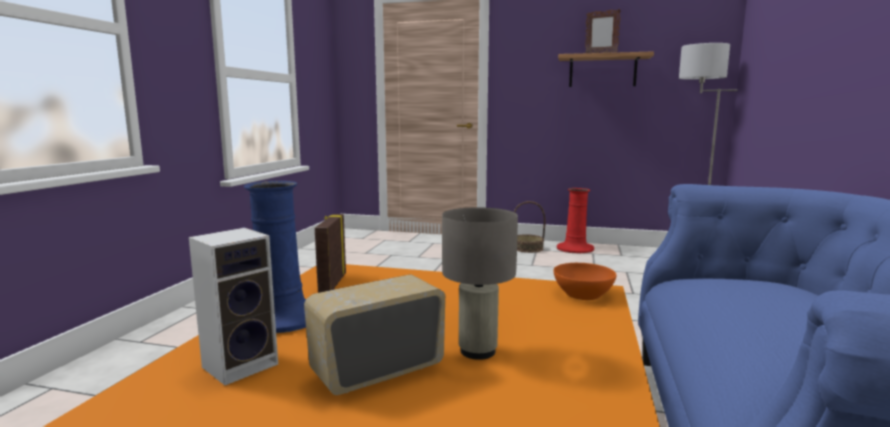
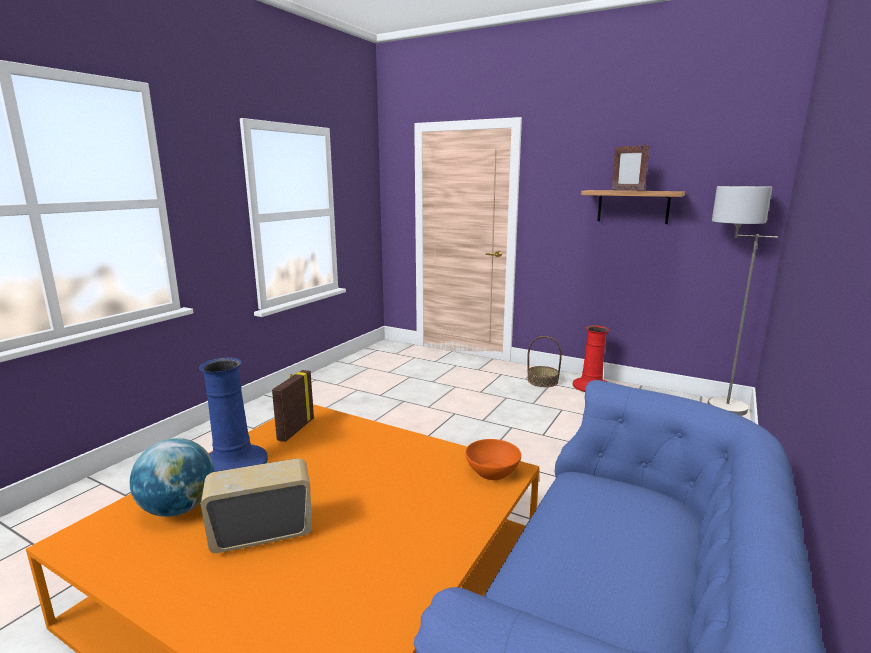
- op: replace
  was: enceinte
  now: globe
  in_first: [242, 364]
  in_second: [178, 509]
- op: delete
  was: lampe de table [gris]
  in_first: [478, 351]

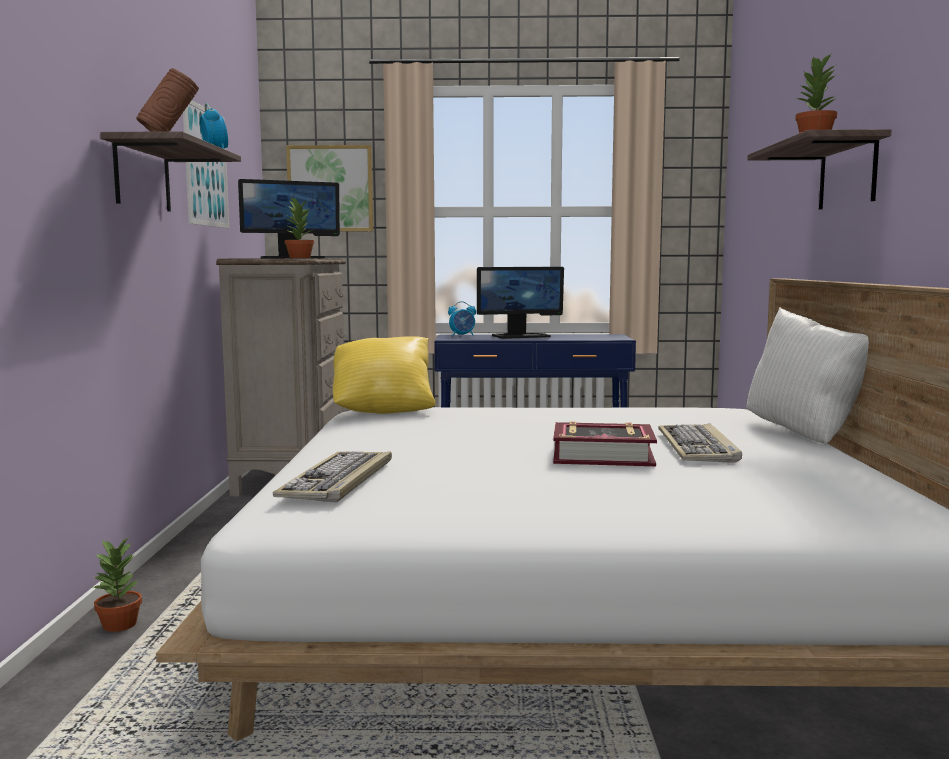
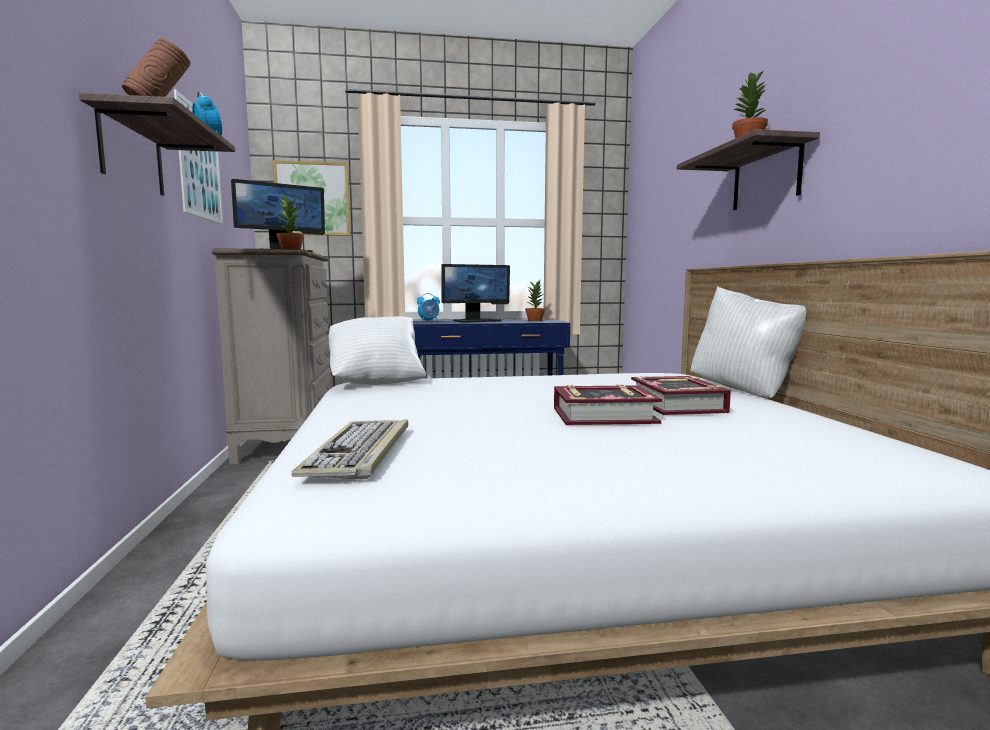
- op: move
  was: plante en pot
  in_first: [120, 625]
  in_second: [535, 320]
- op: recolor
  was: coussin [jaune]
  now: coussin [blanc]
  in_first: [383, 409]
  in_second: [376, 381]
- op: replace
  was: clavier
  now: livre
  in_first: [698, 447]
  in_second: [677, 405]

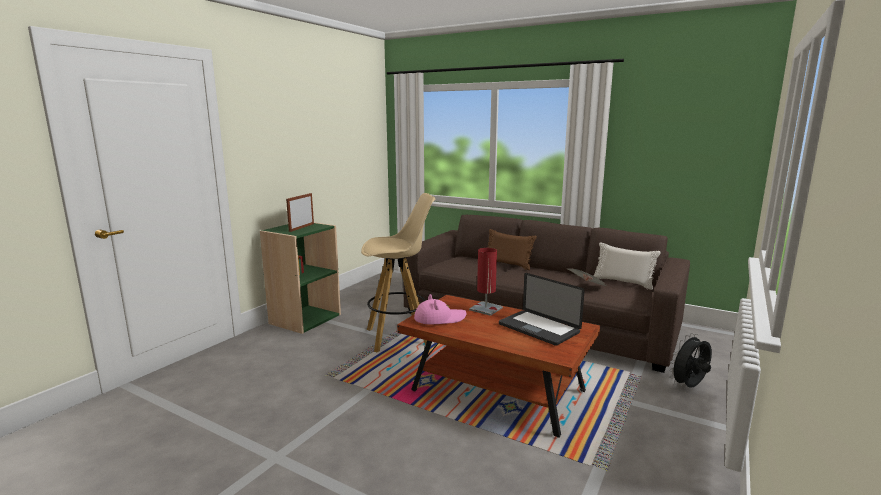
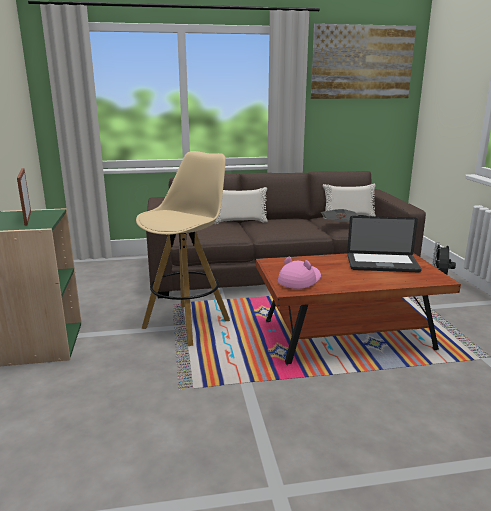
- op: delete
  was: lampe de table [rouge]
  in_first: [486, 309]
- op: recolor
  was: coussin [marron]
  now: coussin [blanc]
  in_first: [508, 265]
  in_second: [240, 222]
- op: insert
  now: tableau
  in_second: [362, 62]

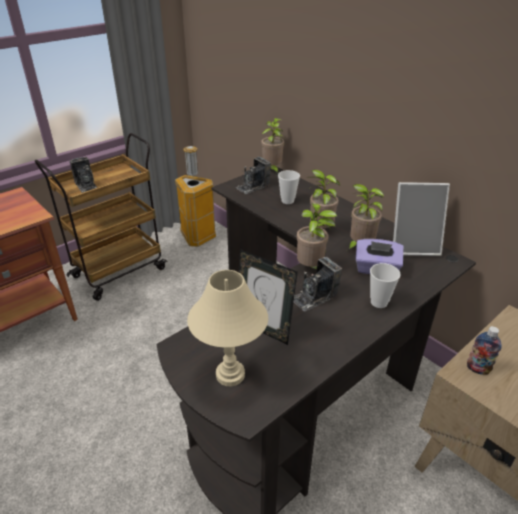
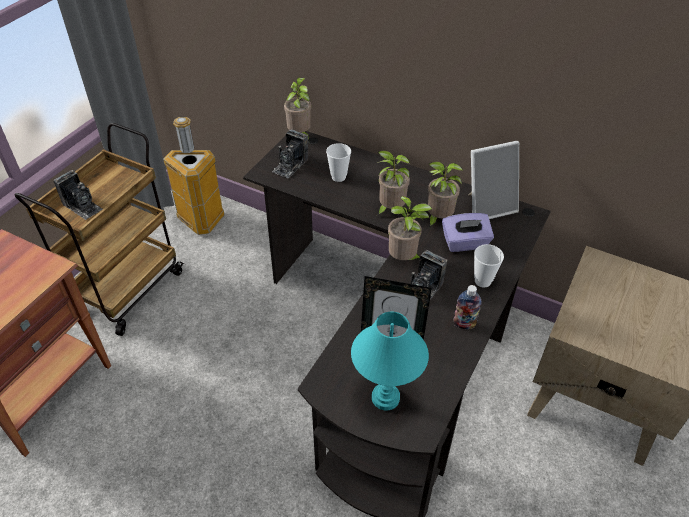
- op: recolor
  was: lampe de table [beige]
  now: lampe de table [turquoise]
  in_first: [230, 375]
  in_second: [385, 398]
- op: move
  was: bouteille
  in_first: [477, 369]
  in_second: [464, 324]

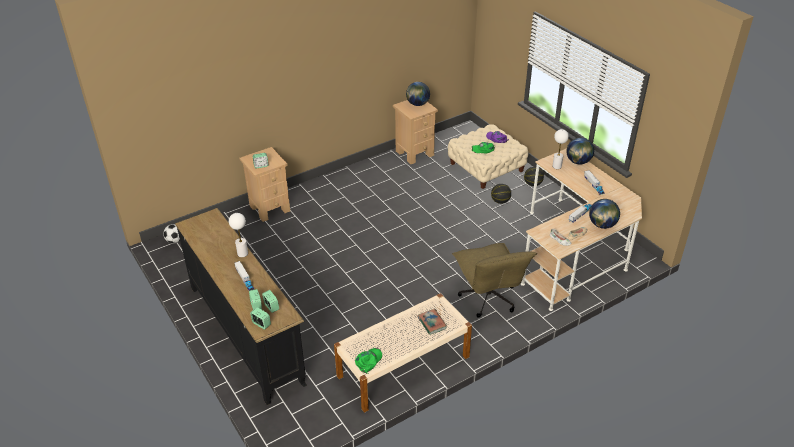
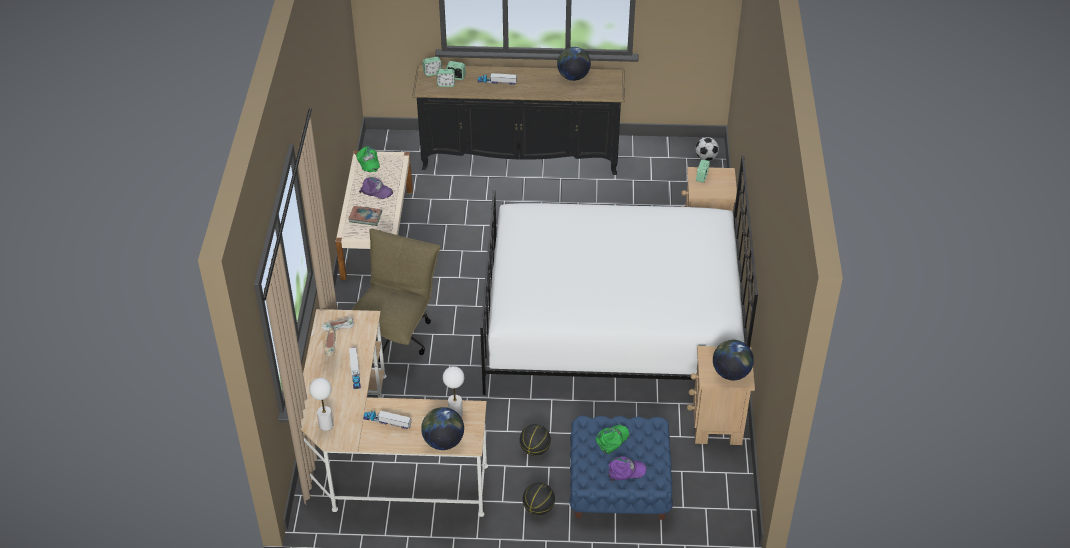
- op: move
  was: lampe de table [blanc]
  in_first: [242, 253]
  in_second: [326, 425]
- op: recolor
  was: pouf [beige]
  now: pouf [bleu]
  in_first: [486, 167]
  in_second: [619, 483]
- op: rotate
  was: chaise de bureau [beige]
  in_first: [487, 297]
  in_second: [395, 337]
  clockwise: 90
- op: move
  was: globe
  in_first: [602, 225]
  in_second: [573, 77]
- op: insert
  now: casquette [violet]
  in_second: [376, 191]
- op: insert
  now: lit [blanc]
  in_second: [613, 326]

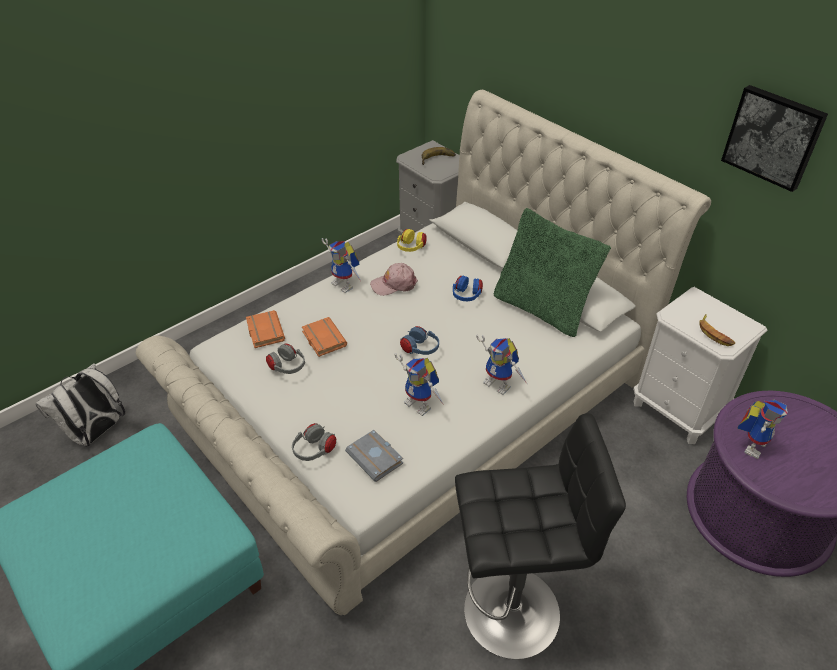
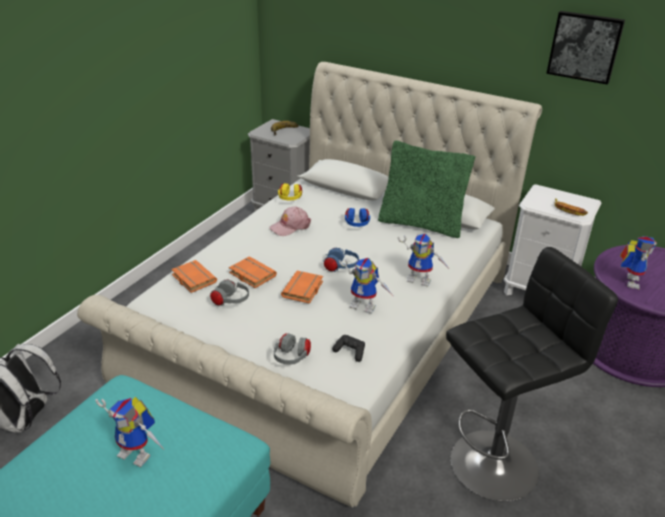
- op: move
  was: robot jouet
  in_first: [346, 284]
  in_second: [139, 453]
- op: replace
  was: livre [gris]
  now: manette [noir]
  in_first: [376, 458]
  in_second: [350, 352]
- op: insert
  now: livre [orange]
  in_second: [303, 290]

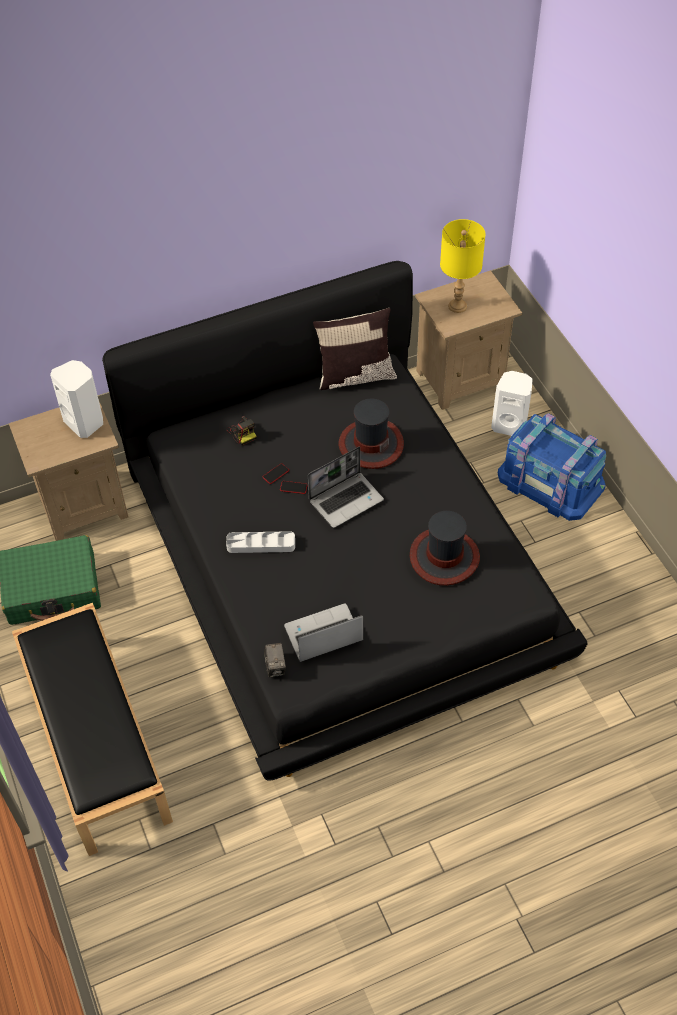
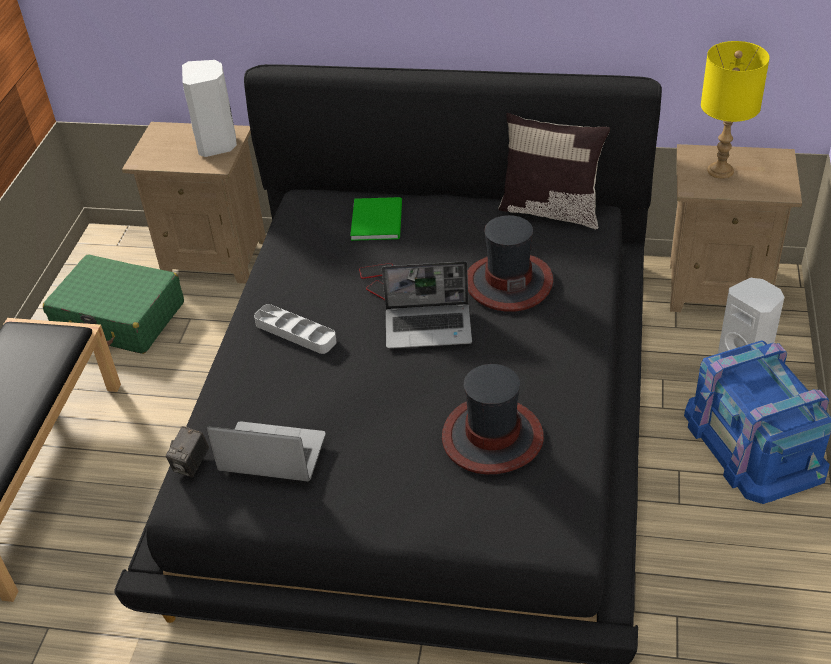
- op: replace
  was: appareil photo
  now: livre [vert]
  in_first: [242, 432]
  in_second: [378, 219]

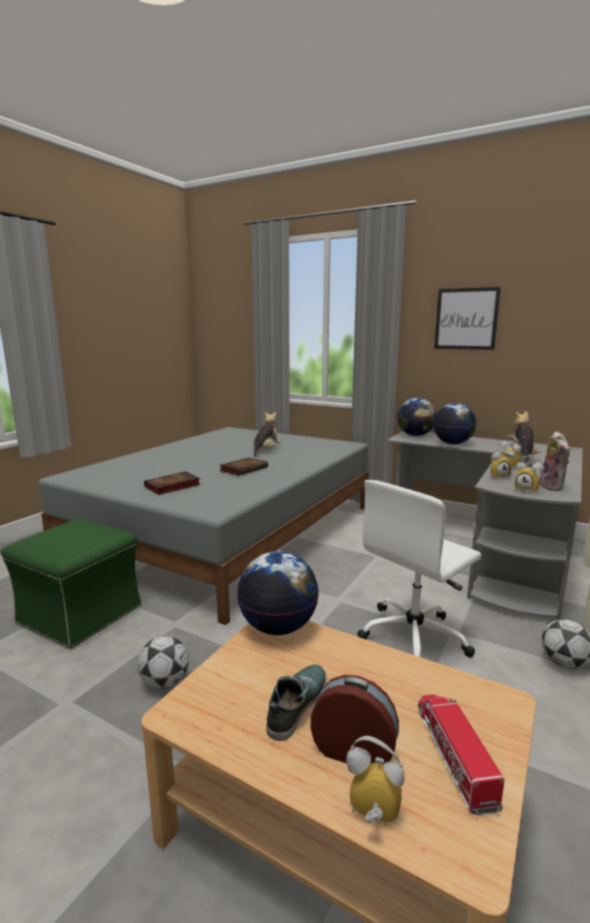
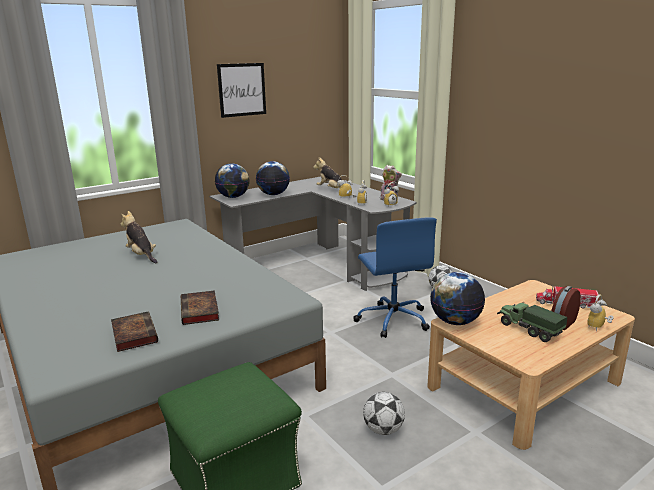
- op: move
  was: livre
  in_first: [244, 469]
  in_second: [133, 334]
- op: replace
  was: chaussure
  now: camion jouet
  in_first: [296, 704]
  in_second: [528, 329]
- op: recolor
  was: chaise de bureau [blanc]
  now: chaise de bureau [bleu]
  in_first: [414, 636]
  in_second: [393, 319]

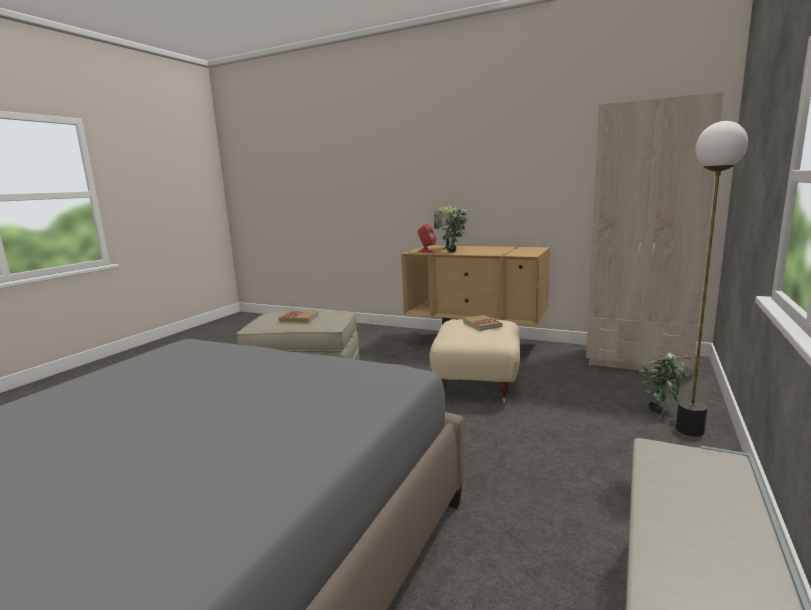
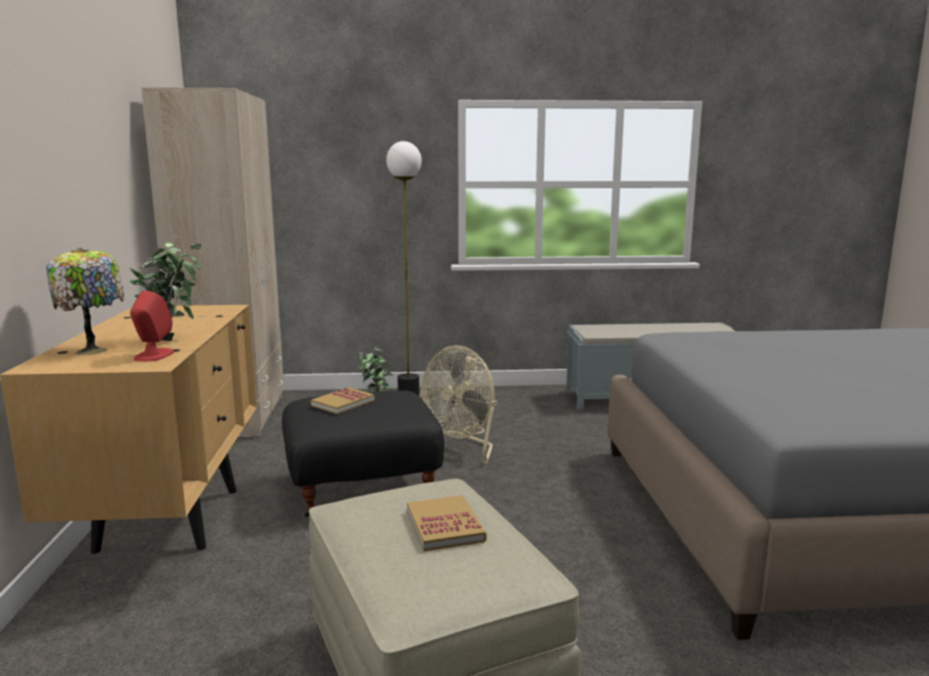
- op: recolor
  was: pouf [beige]
  now: pouf [noir]
  in_first: [478, 384]
  in_second: [363, 487]
- op: insert
  now: ventilateur [beige]
  in_second: [461, 443]

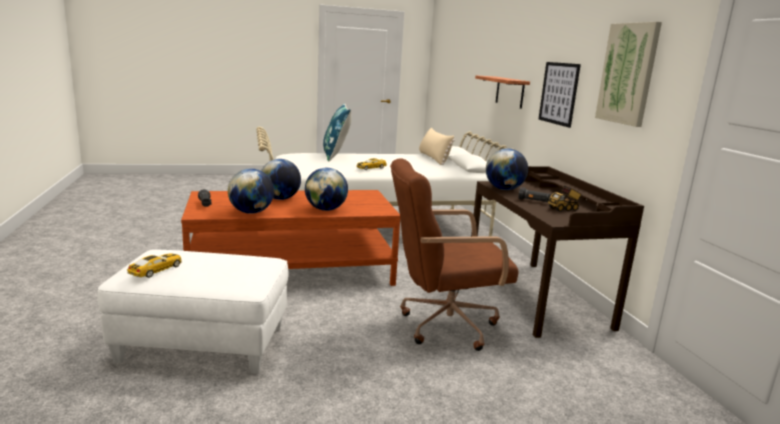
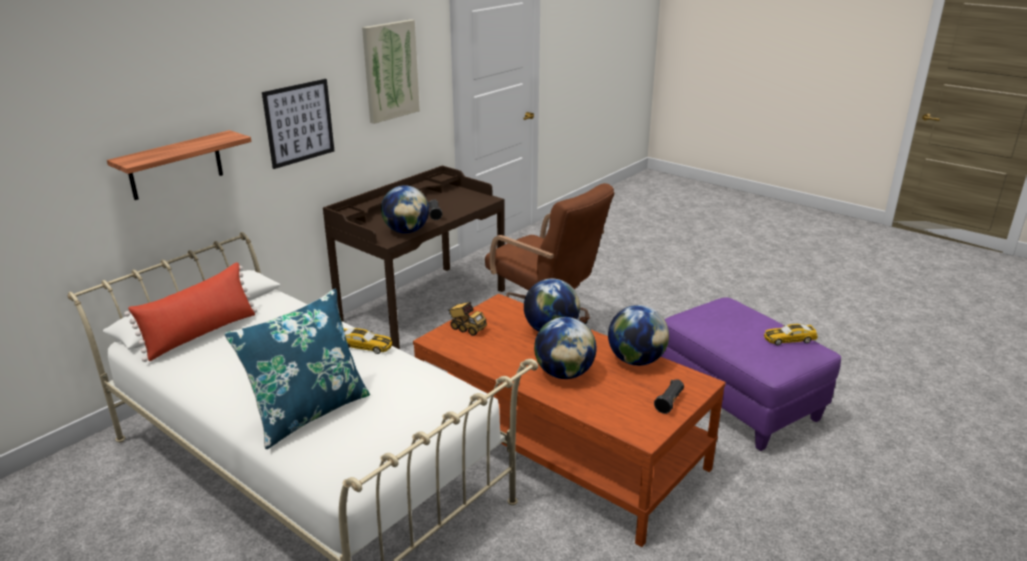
- op: recolor
  was: pouf [blanc]
  now: pouf [violet]
  in_first: [202, 345]
  in_second: [739, 402]
- op: recolor
  was: coussin [beige]
  now: coussin [rouge]
  in_first: [433, 158]
  in_second: [201, 334]
- op: move
  was: camion jouet
  in_first: [563, 209]
  in_second: [467, 329]

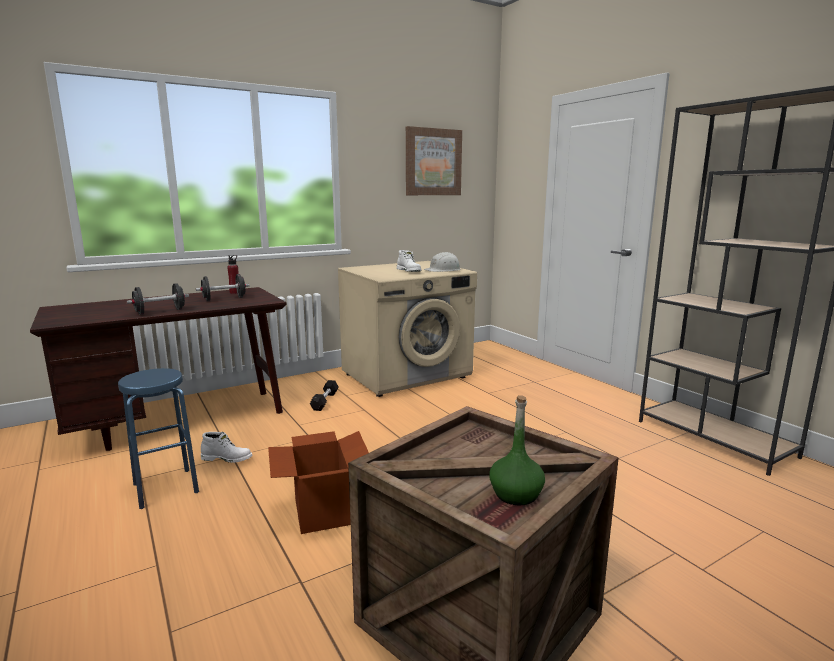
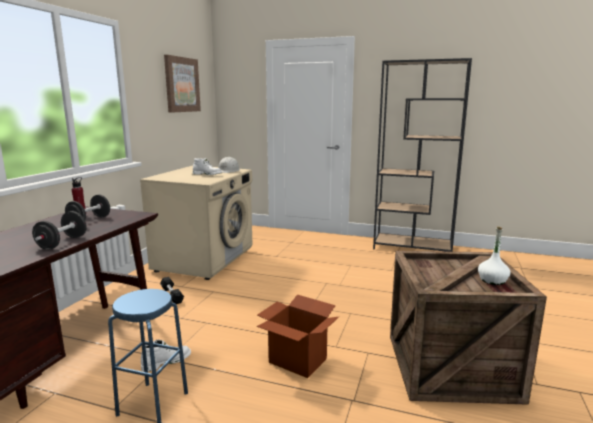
- op: recolor
  was: bouteille [vert]
  now: bouteille [blanc]
  in_first: [516, 494]
  in_second: [492, 280]

